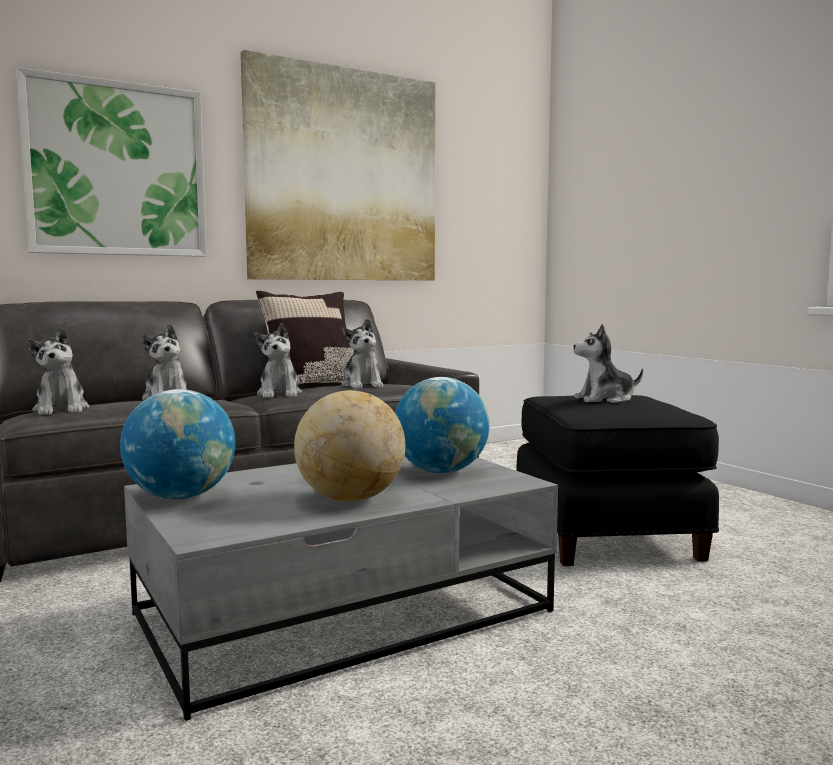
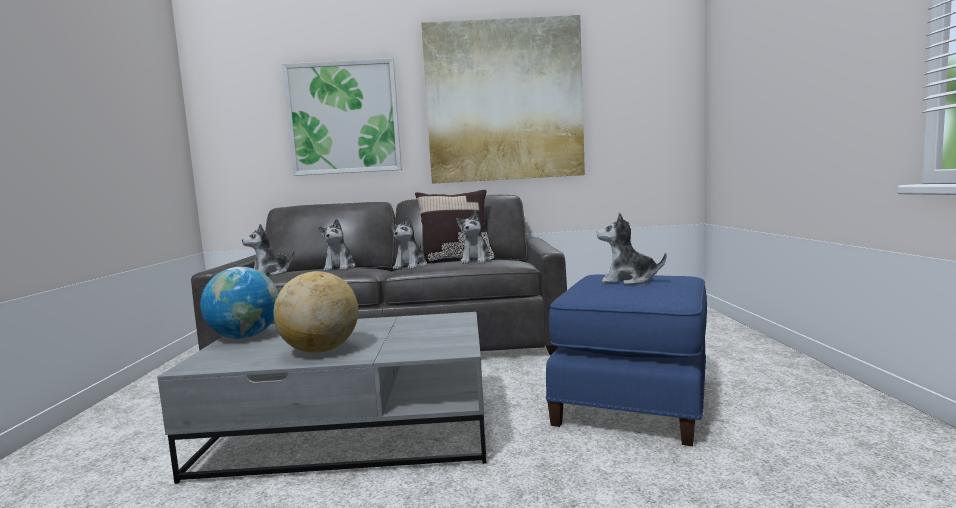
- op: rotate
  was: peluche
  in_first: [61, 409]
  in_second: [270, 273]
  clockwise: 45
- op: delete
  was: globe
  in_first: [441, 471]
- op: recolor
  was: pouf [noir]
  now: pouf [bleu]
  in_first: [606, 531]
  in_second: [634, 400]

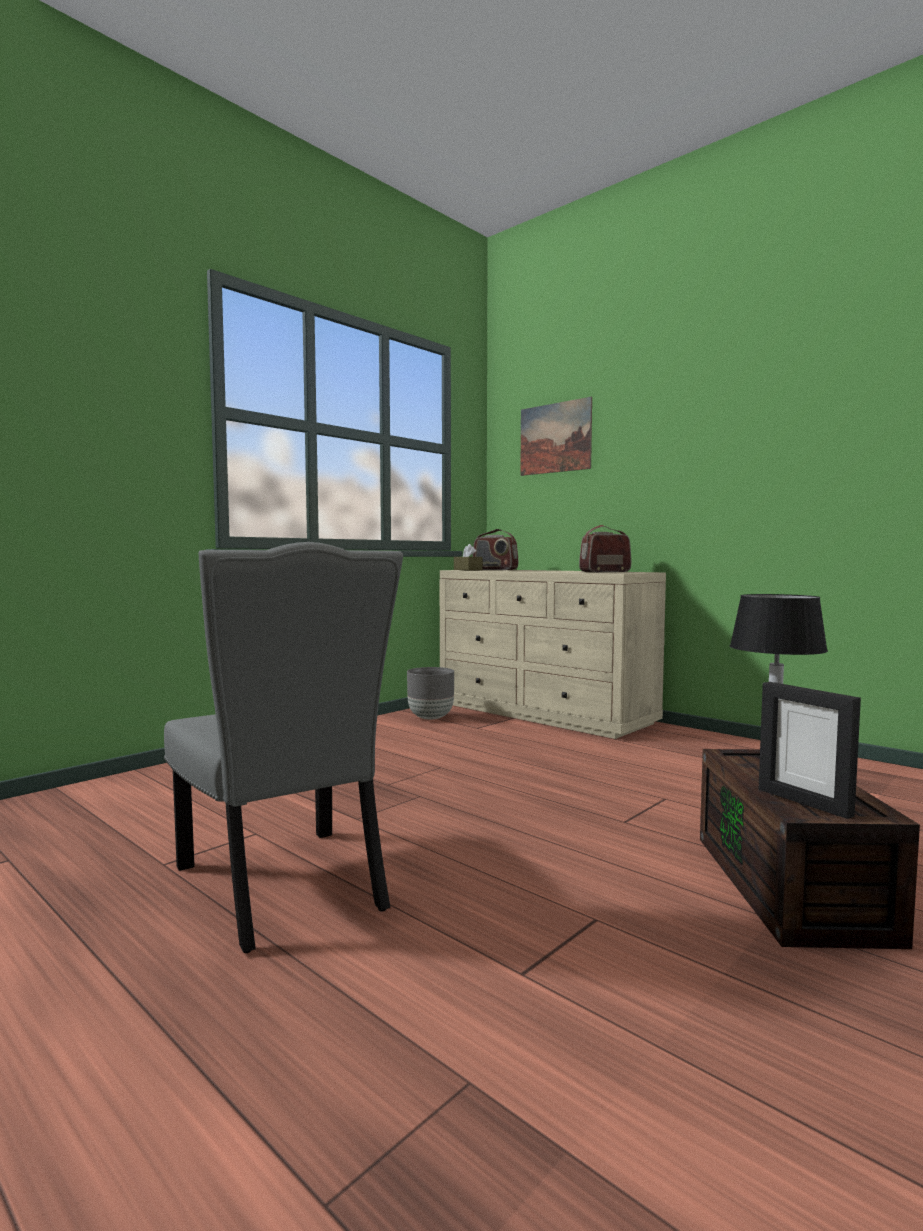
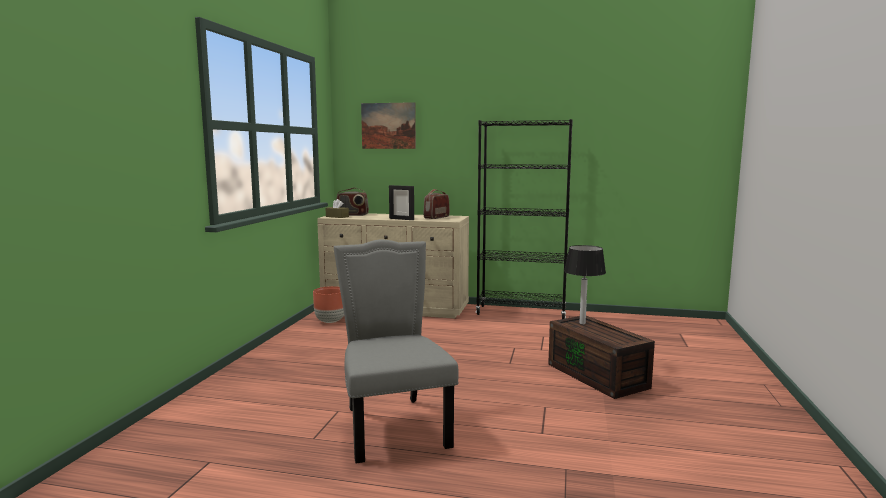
- op: rotate
  was: chaise [gris]
  in_first: [283, 883]
  in_second: [393, 429]
  clockwise: -135
- op: recolor
  was: cache-pot [gris]
  now: cache-pot [marron]
  in_first: [430, 717]
  in_second: [330, 321]
- op: move
  was: cadre photo
  in_first: [805, 801]
  in_second: [402, 219]
- op: insert
  now: bibliothèque [noir]
  in_second: [521, 313]

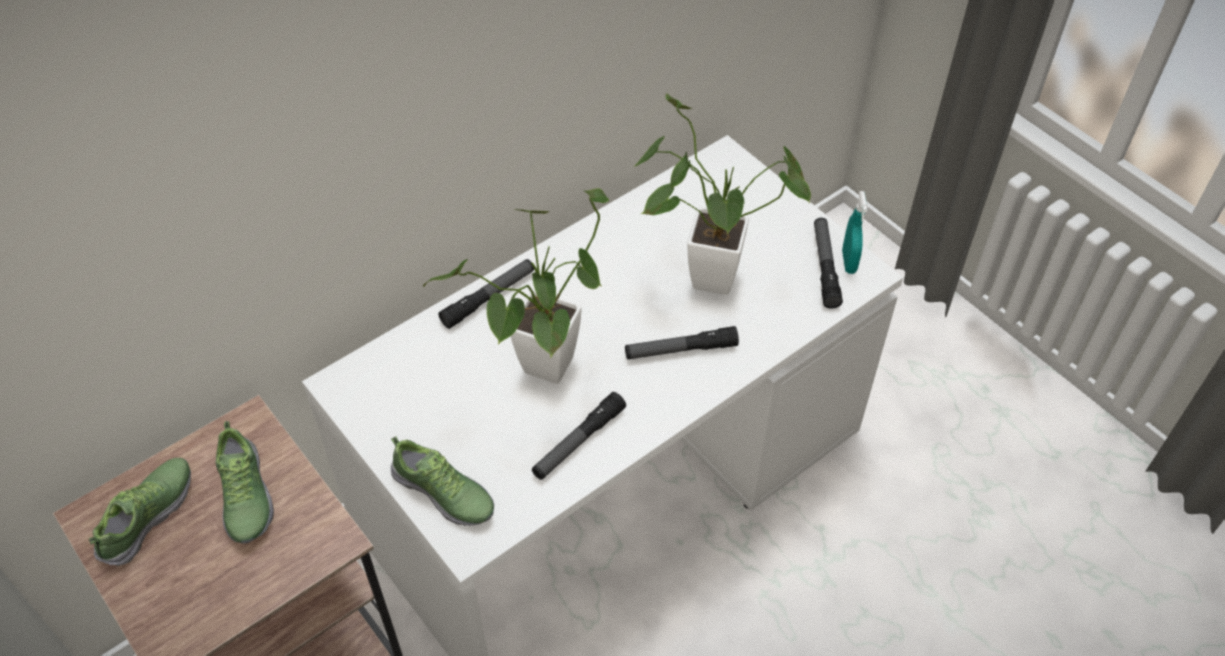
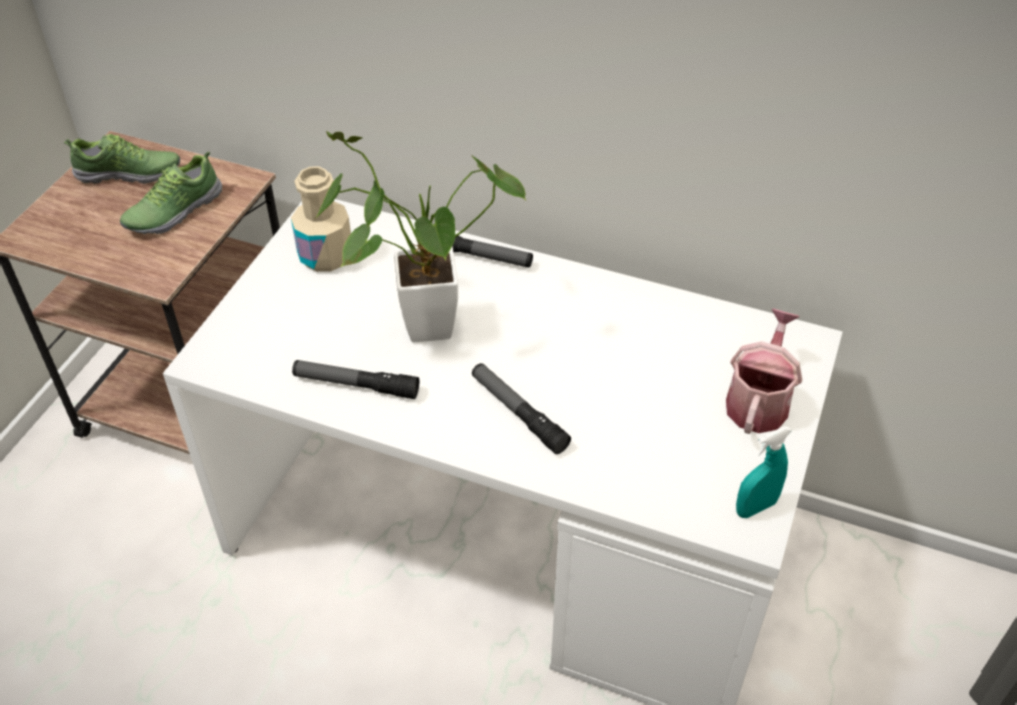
- op: delete
  was: chaussure
  in_first: [444, 493]
- op: delete
  was: plante en pot
  in_first: [702, 276]
- op: delete
  was: lampe de poche
  in_first: [825, 267]
- op: insert
  now: bouteille [beige]
  in_second: [325, 256]
- op: insert
  now: arrosoir
  in_second: [759, 401]

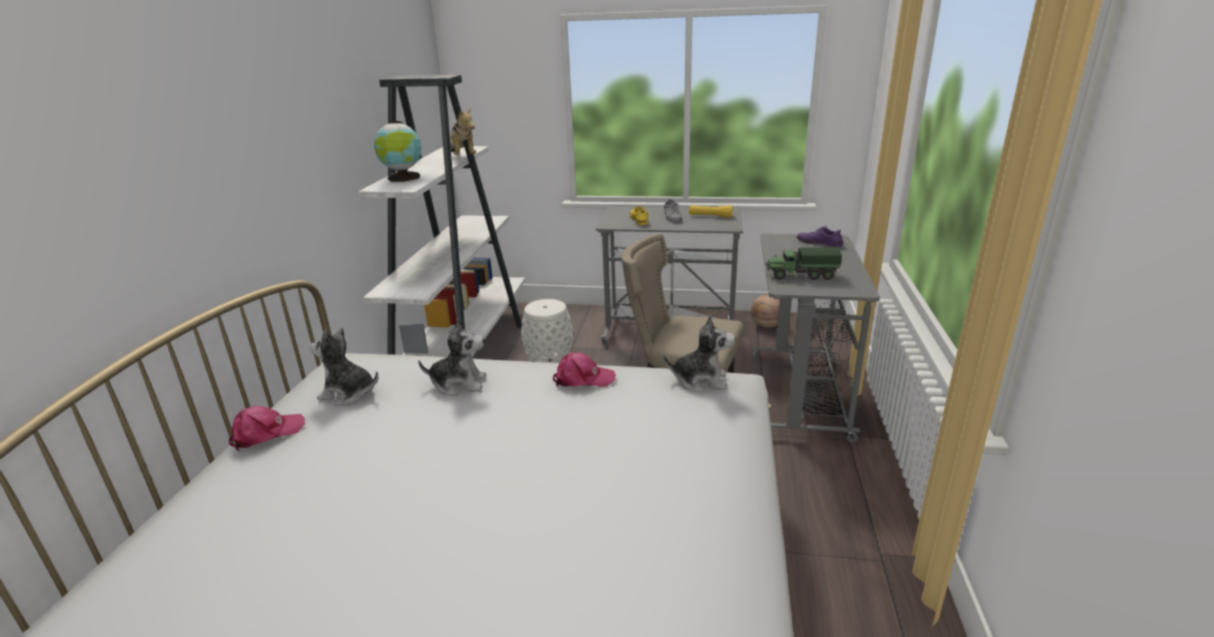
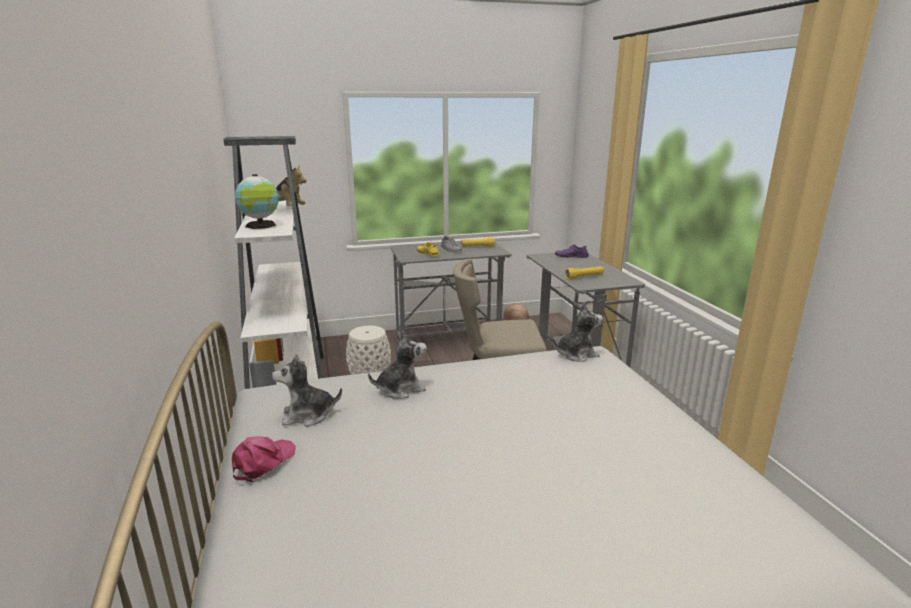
- op: delete
  was: casquette [rose]
  in_first: [583, 379]
- op: replace
  was: camion jouet
  now: lampe de poche [jaune]
  in_first: [801, 275]
  in_second: [584, 277]

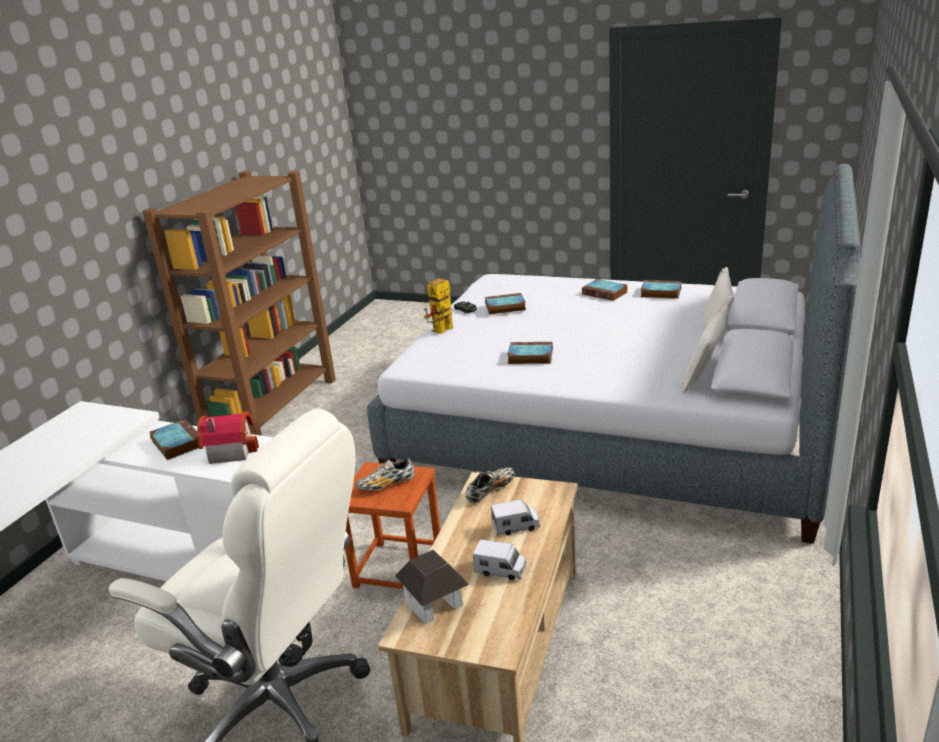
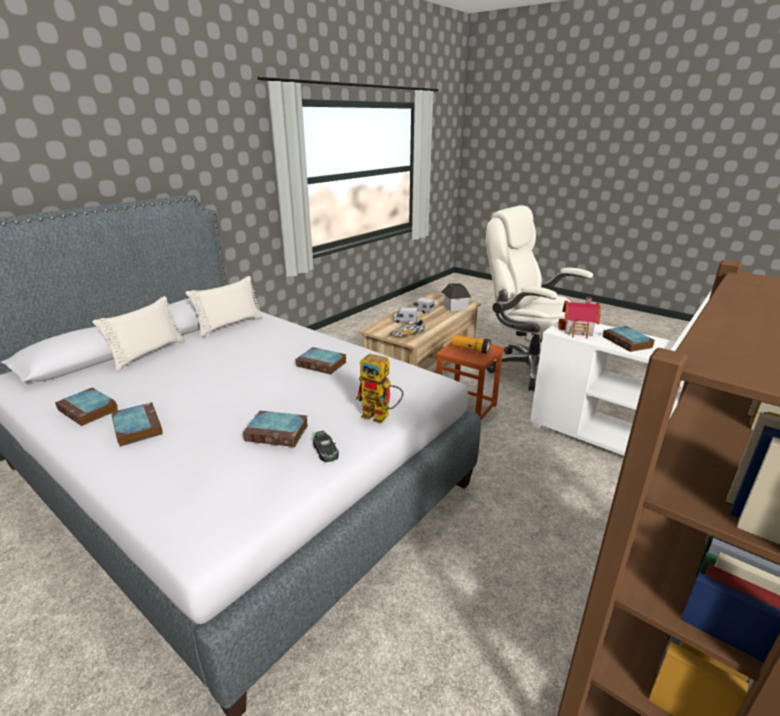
- op: replace
  was: chaussure
  now: lampe de poche
  in_first: [386, 485]
  in_second: [470, 349]
- op: rotate
  was: robot jouet
  in_first: [441, 331]
  in_second: [381, 416]
  clockwise: 60

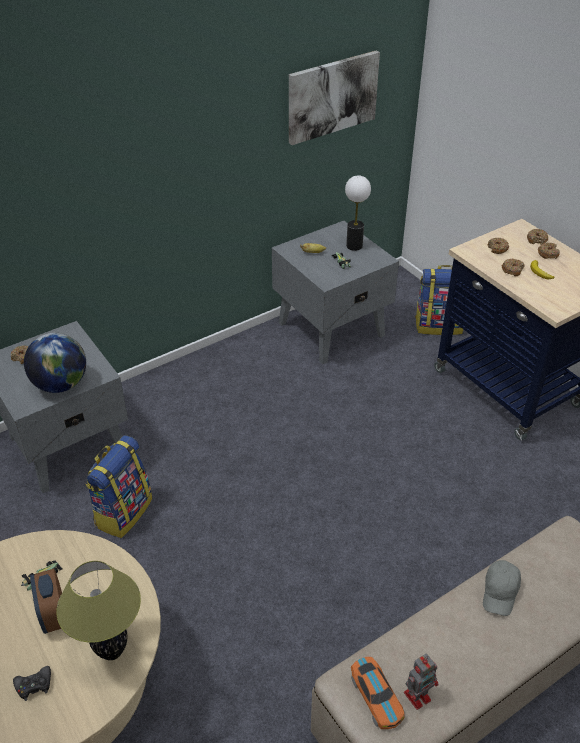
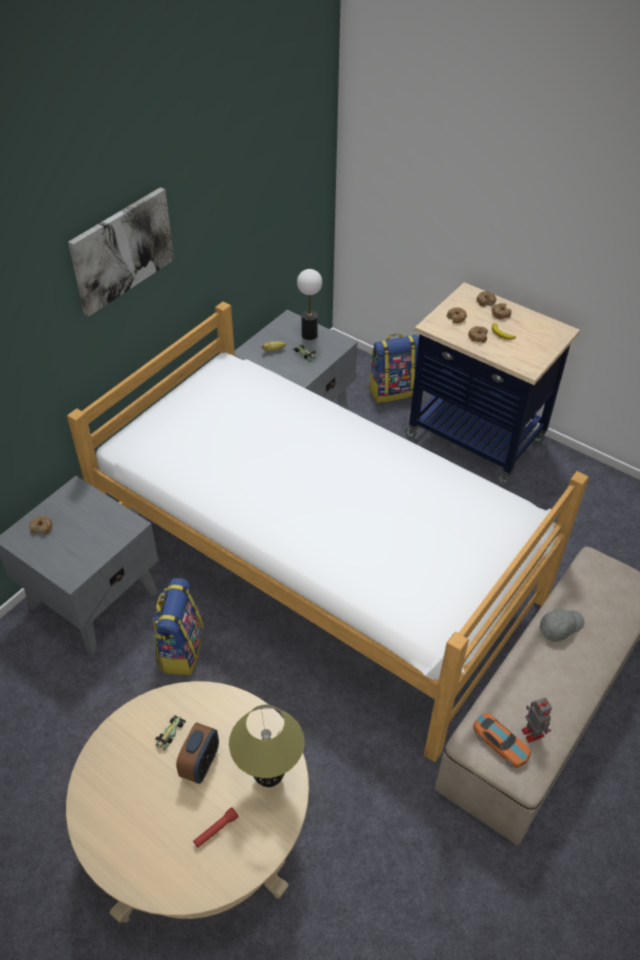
- op: replace
  was: manette [noir]
  now: lampe de poche [rouge]
  in_first: [34, 685]
  in_second: [216, 830]
- op: delete
  was: globe
  in_first: [61, 384]
- op: rotate
  was: réveil
  in_first: [54, 615]
  in_second: [200, 764]
  clockwise: -120
- op: move
  was: tableau
  in_first: [332, 96]
  in_second: [122, 250]
- op: rotate
  was: robot jouet
  in_first: [418, 695]
  in_second: [532, 732]
  clockwise: -60
- op: rotate
  was: casquette [gris]
  in_first: [500, 592]
  in_second: [559, 627]
  clockwise: -120
- op: insert
  now: lit
  in_second: [318, 567]

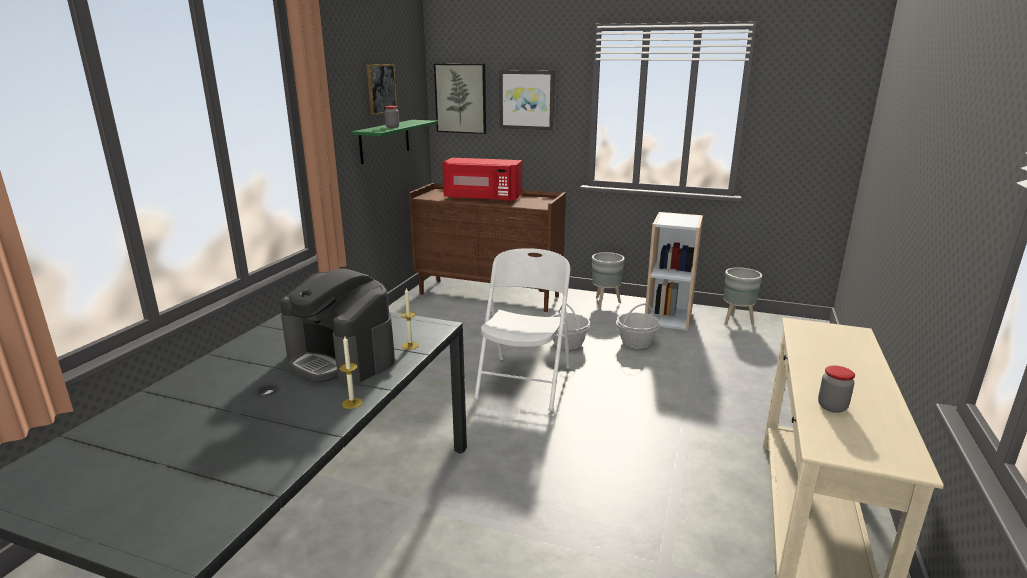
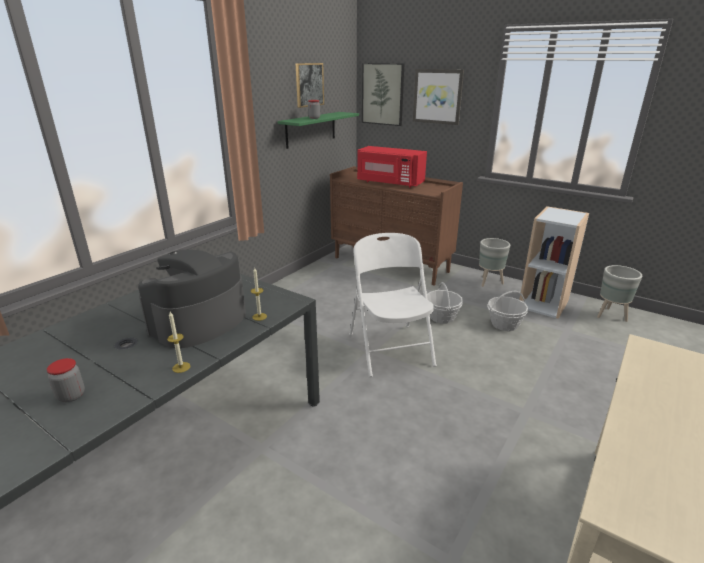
- op: rotate
  was: machine à café
  in_first: [342, 359]
  in_second: [199, 322]
  clockwise: 75
- op: rotate
  was: chaise [blanc]
  in_first: [524, 383]
  in_second: [390, 349]
  clockwise: -45
- op: move
  was: bocal
  in_first: [832, 407]
  in_second: [71, 396]

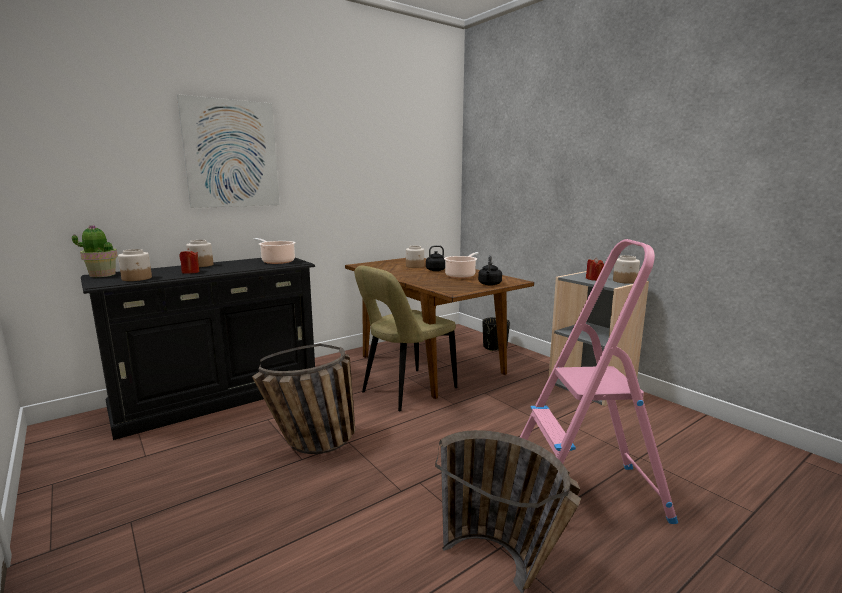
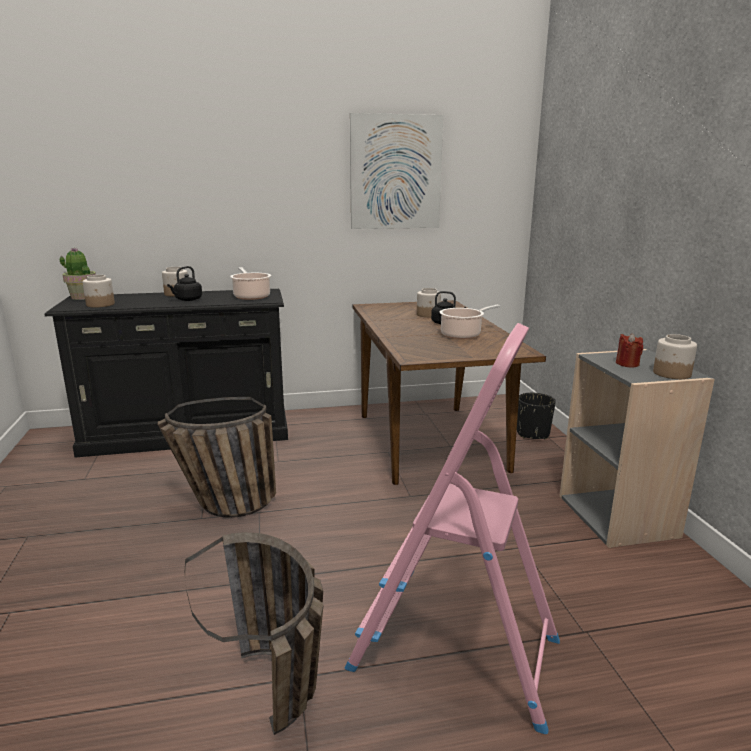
- op: move
  was: tableau
  in_first: [231, 154]
  in_second: [395, 172]
- op: delete
  was: bougie [rouge]
  in_first: [190, 272]
- op: delete
  was: chaise [beige]
  in_first: [405, 391]
- op: move
  was: bouilloire [noir]
  in_first: [489, 284]
  in_second: [187, 300]

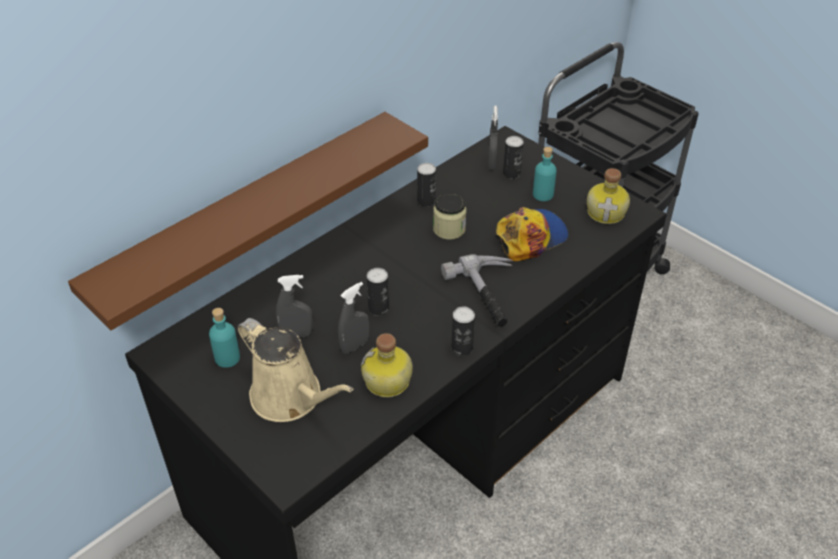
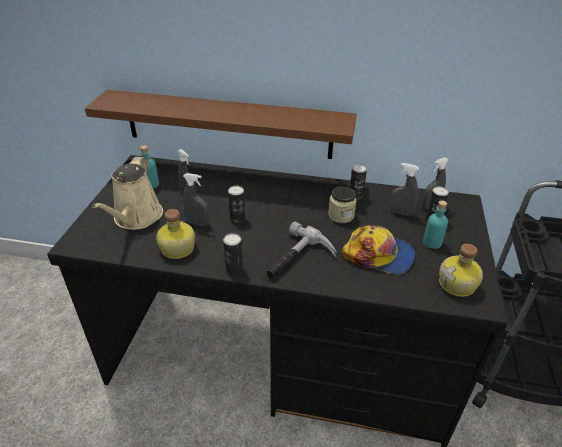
- op: insert
  now: vaporisateur [gris]
  in_second: [401, 212]

